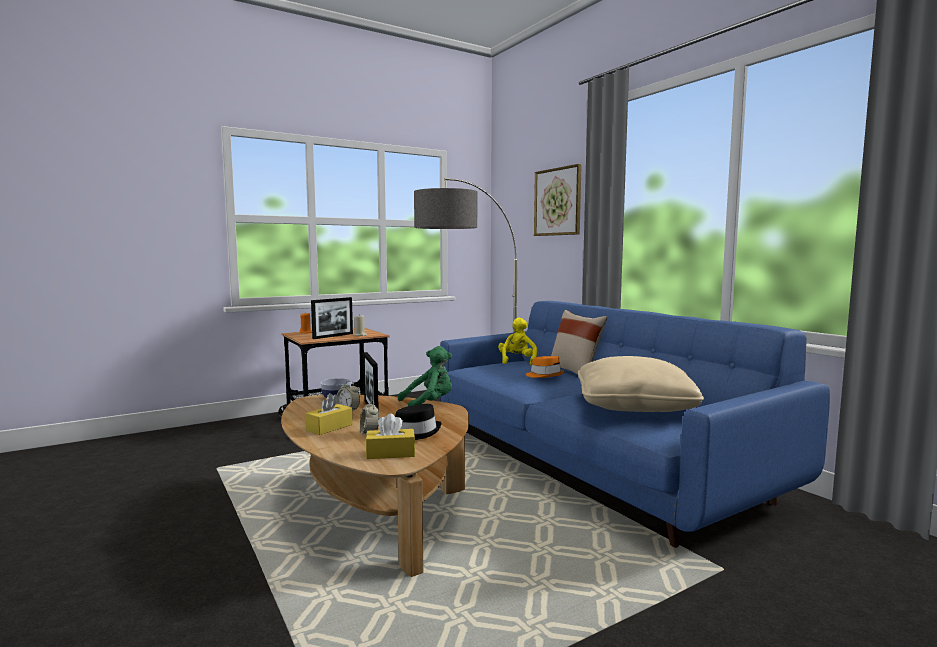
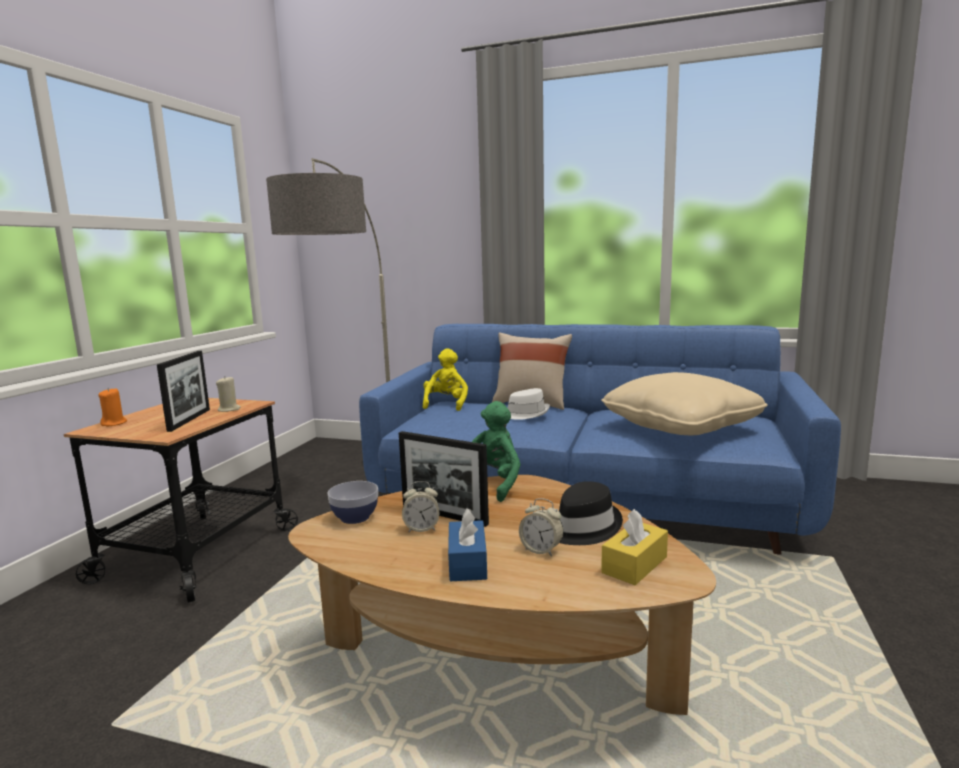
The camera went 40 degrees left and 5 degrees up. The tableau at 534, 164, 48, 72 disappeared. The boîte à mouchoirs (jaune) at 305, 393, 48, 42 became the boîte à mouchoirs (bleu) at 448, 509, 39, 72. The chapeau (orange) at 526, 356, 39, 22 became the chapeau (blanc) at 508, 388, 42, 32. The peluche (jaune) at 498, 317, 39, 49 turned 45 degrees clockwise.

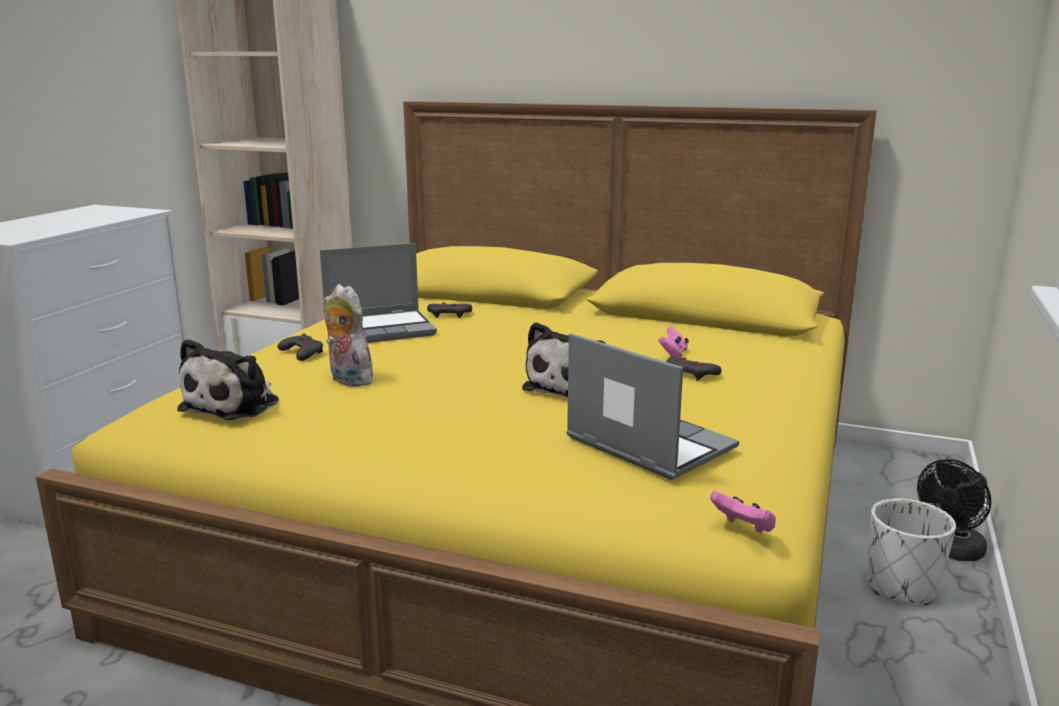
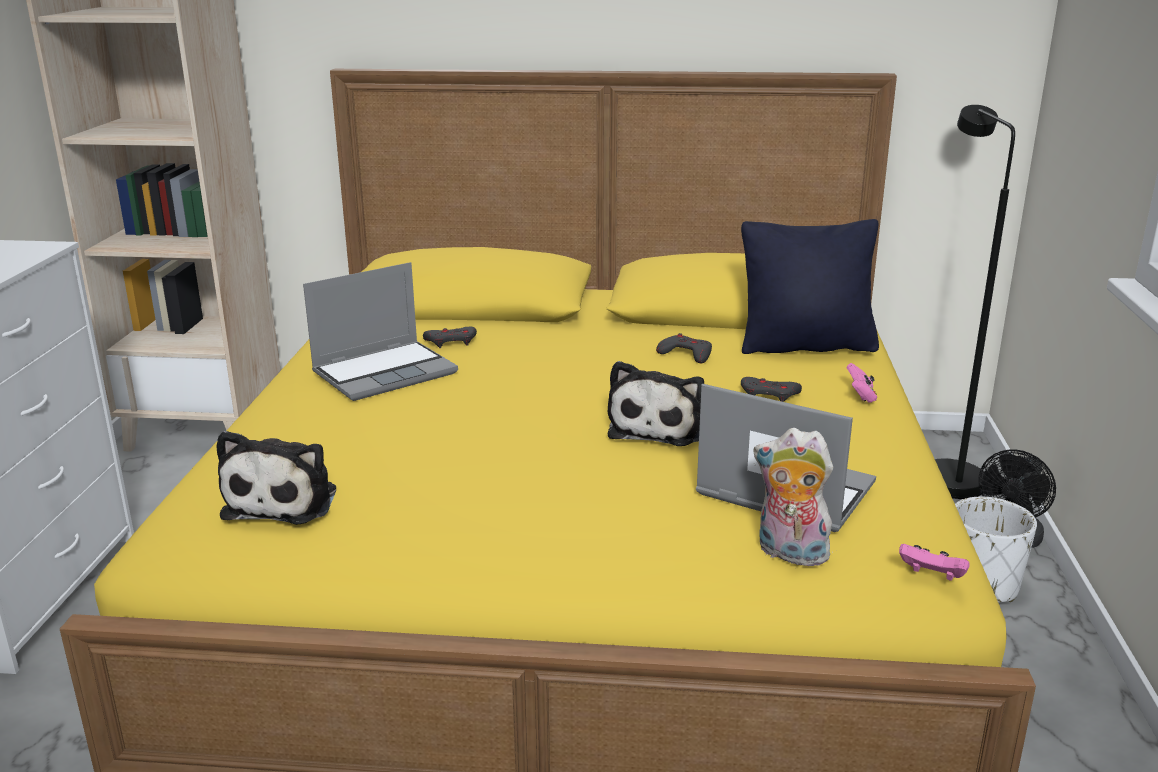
The camera went 15 degrees left and 5 degrees up. The coussin (noir) at 741, 219, 138, 135 appeared. The lampadaire (noir) at 935, 105, 80, 394 appeared. The manette (gris) moved from 277, 334, 46, 27 to 656, 333, 56, 30. The peluche moved from 324, 284, 50, 103 to 754, 428, 79, 138. The manette (rose) moved from 658, 326, 31, 32 to 846, 363, 31, 40.

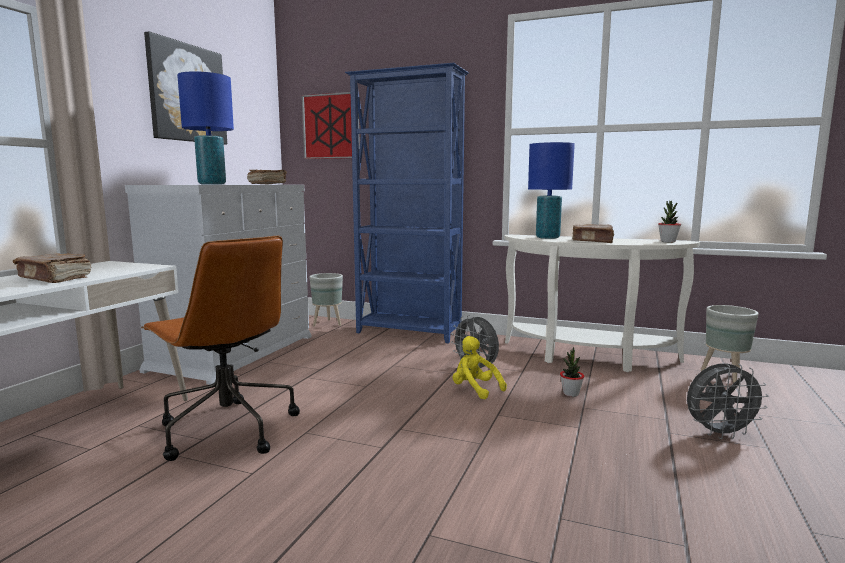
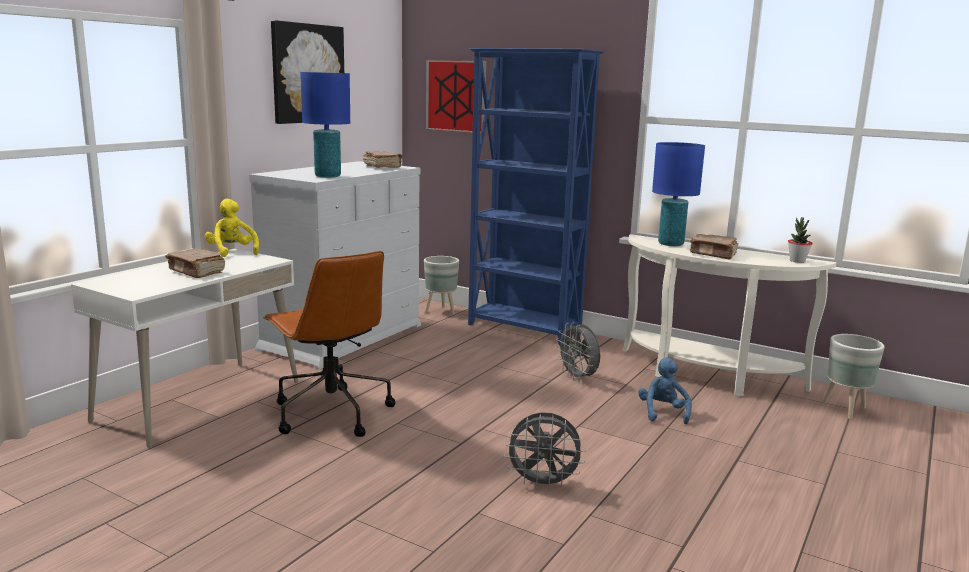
The camera went 10 degrees right and 5 degrees up. The peluche (jaune) moved from 453, 336, 54, 63 to 205, 199, 54, 58. The ventilateur (gris) moved from 687, 363, 82, 76 to 504, 412, 82, 78. The plante en pot at 560, 347, 24, 50 was replaced by the peluche (bleu) at 638, 357, 54, 67.

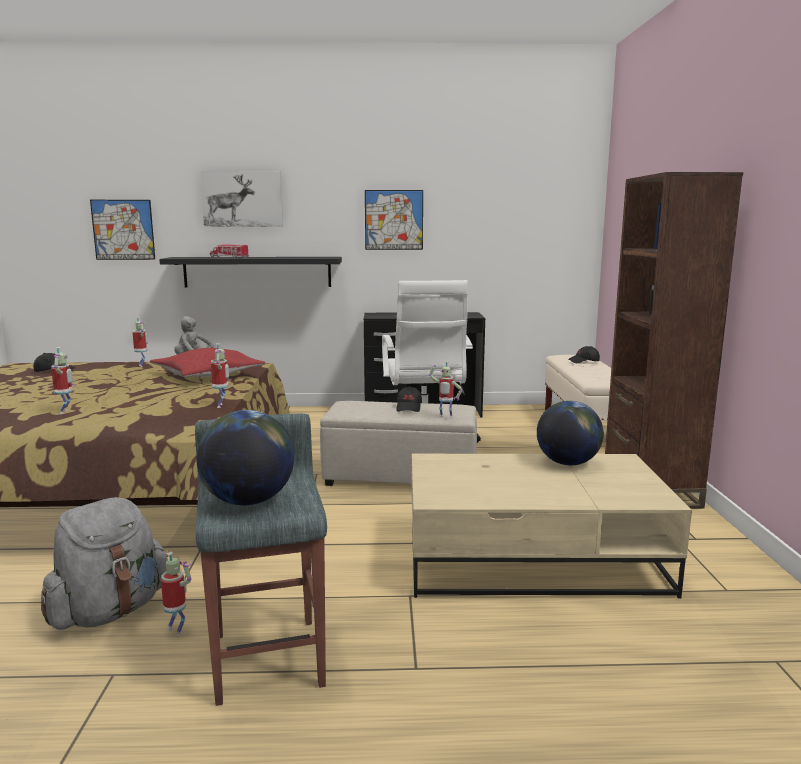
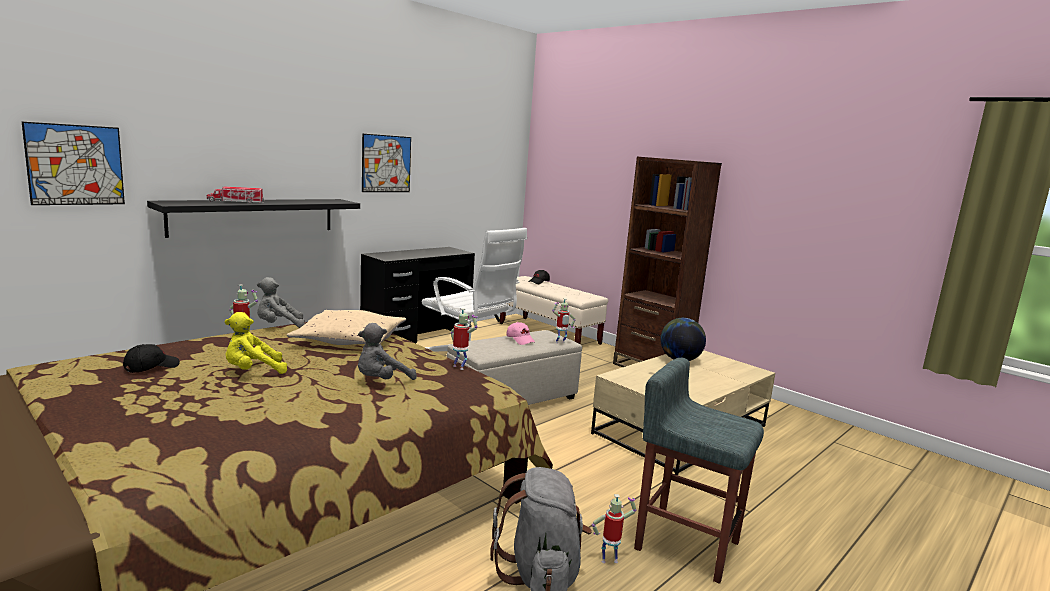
The camera went 45 degrees left and 0 degrees up. The robot jouet at 51, 347, 24, 67 disappeared. The globe at 197, 410, 97, 95 disappeared. The tableau at 200, 171, 83, 56 disappeared. The peluche (jaune) at 224, 312, 63, 62 appeared. The peluche (gris) at 358, 323, 59, 57 appeared. The coussin (rouge) at 150, 348, 115, 29 became the coussin (beige) at 287, 310, 119, 35. The casquette (noir) at 396, 386, 26, 26 became the casquette (rose) at 506, 322, 29, 23.

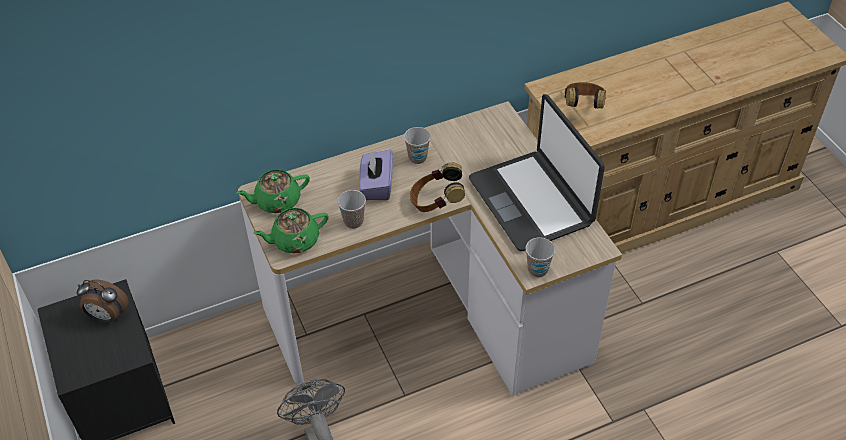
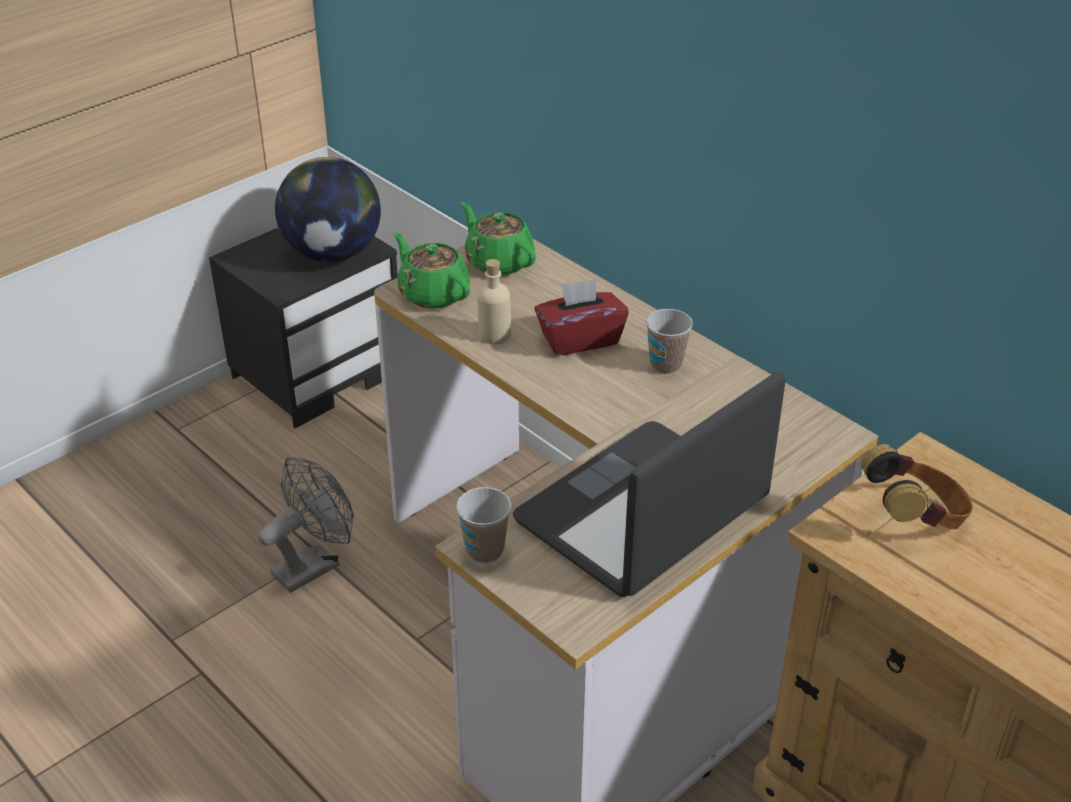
The camera went 70 degrees right and 10 degrees down. The casque audio at 410, 162, 55, 50 disappeared. The réveil at 77, 279, 52, 44 was replaced by the globe at 275, 157, 106, 106. The tasse at 338, 190, 28, 39 was replaced by the bouteille (beige) at 477, 259, 34, 85. The boîte à mouchoirs (violet) at 359, 150, 34, 50 became the boîte à mouchoirs (rouge) at 535, 279, 94, 77.

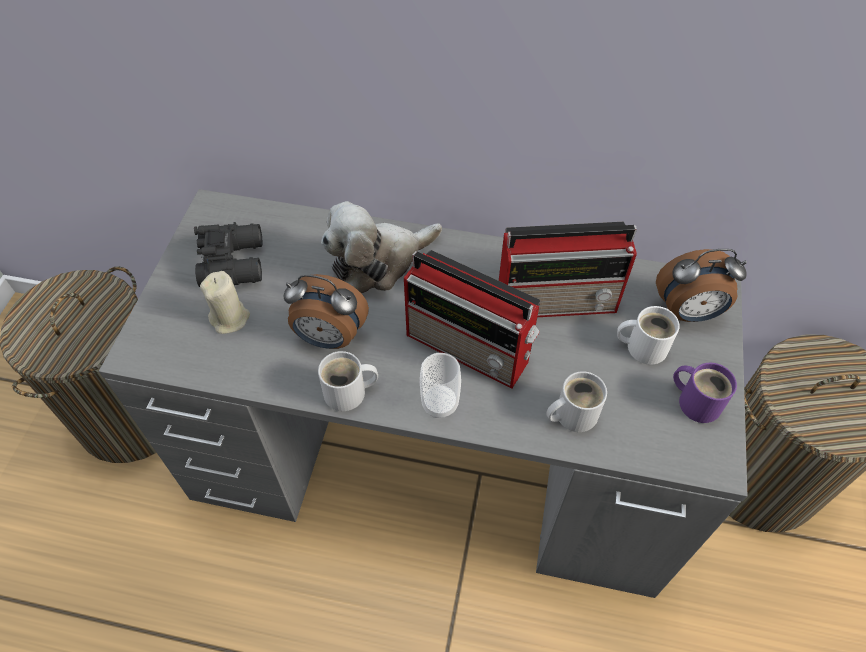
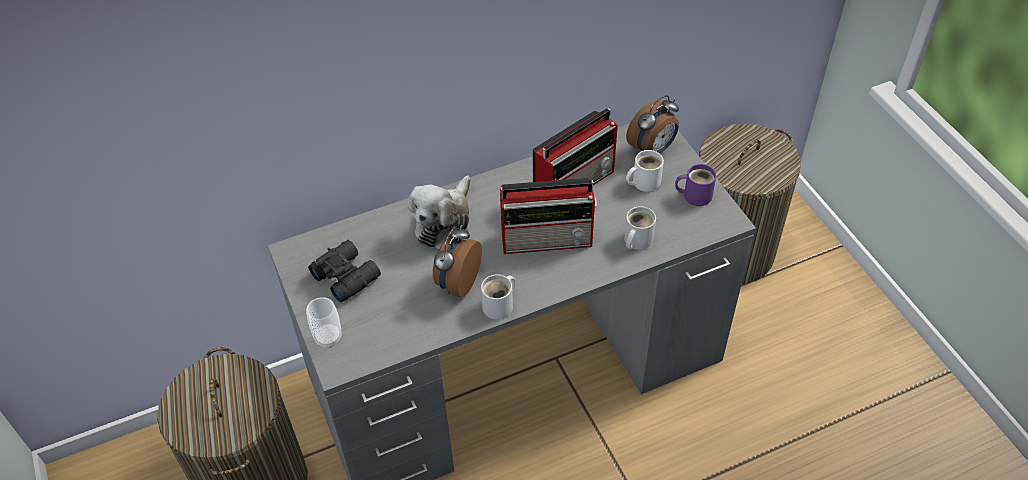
The camera went 35 degrees left and 5 degrees down. The bougie (beige) at 200, 271, 50, 63 disappeared. The tasse moved from 420, 353, 41, 65 to 306, 297, 36, 51. The réveil at 284, 274, 85, 75 turned 135 degrees clockwise.

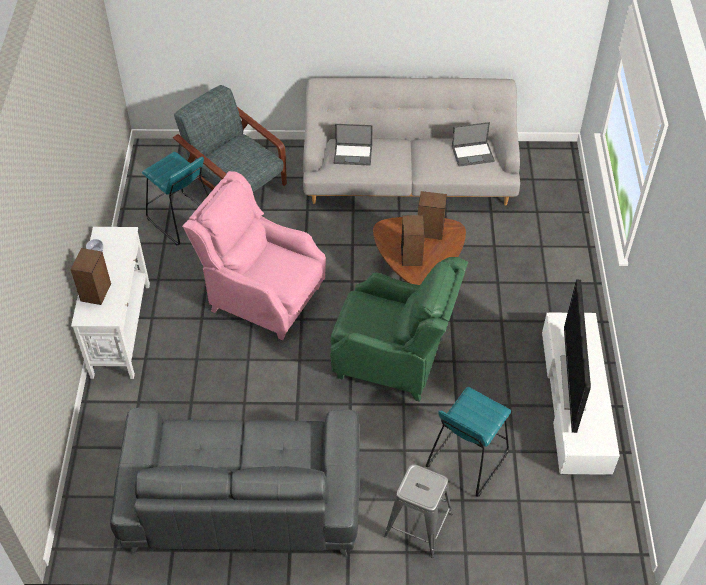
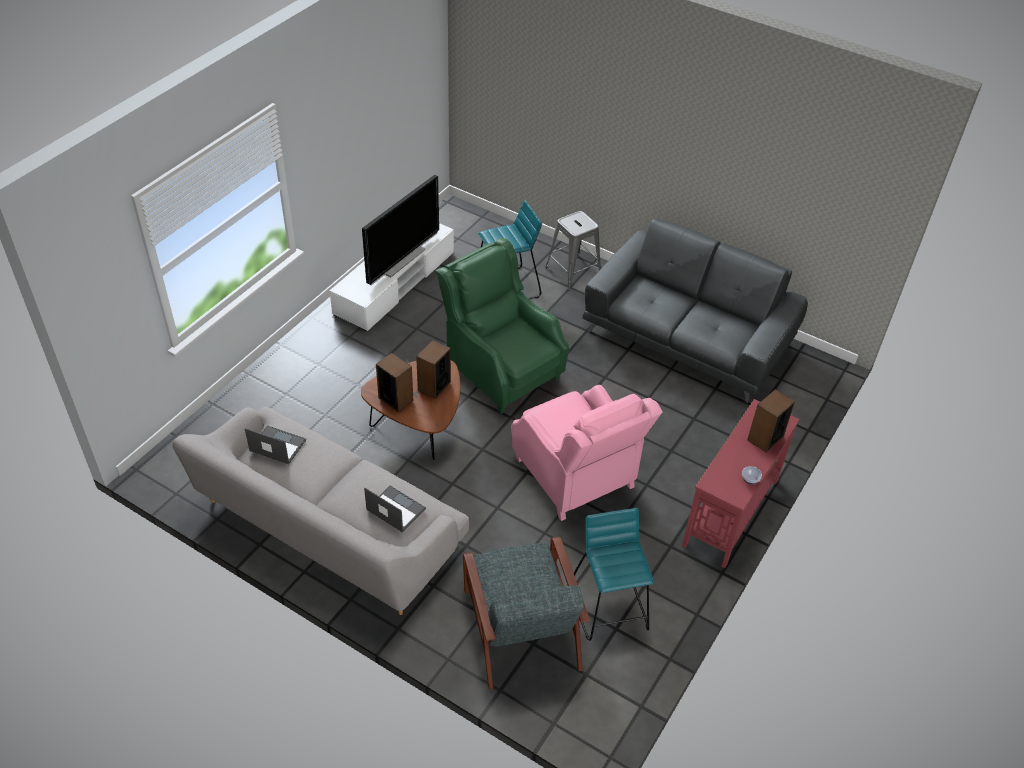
The camera went 150 degrees left and 5 degrees down. The table console (blanc) at 71, 227, 79, 152 became the table console (rouge) at 682, 399, 118, 169.

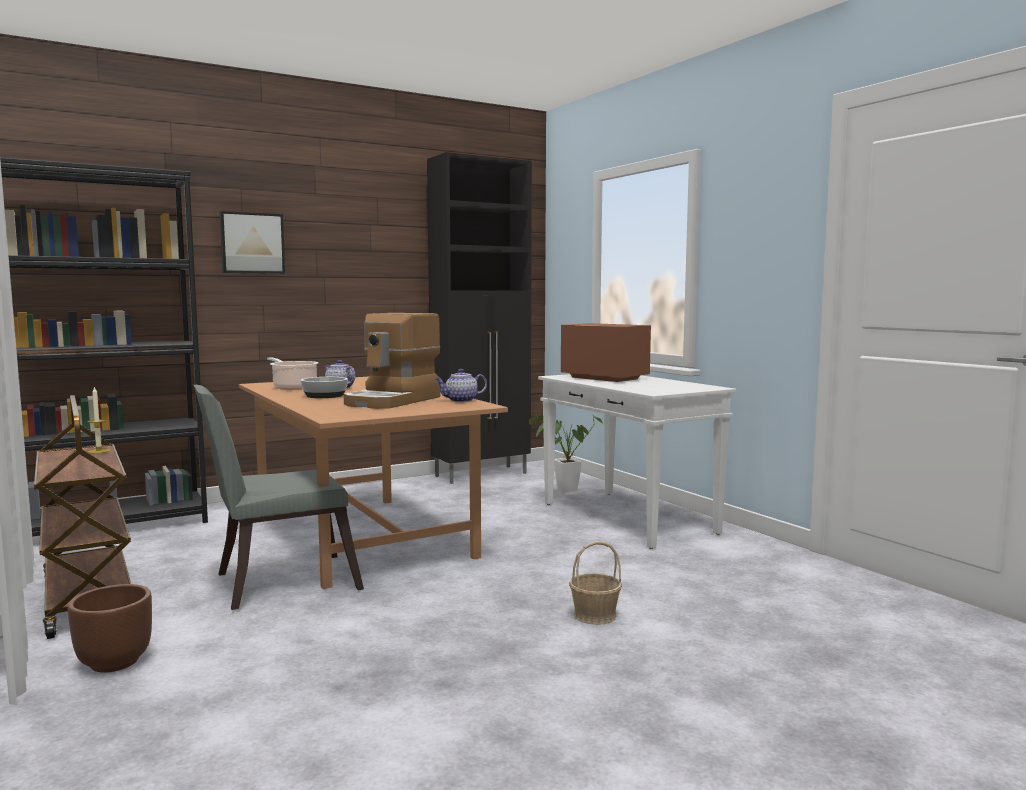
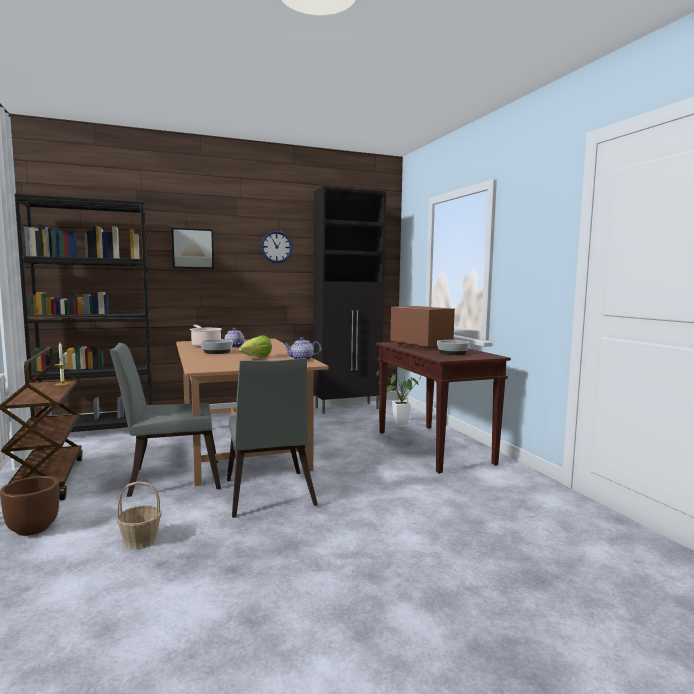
The camera went 10 degrees right and 0 degrees up. The chaise (gris) at 227, 358, 91, 160 appeared. The horloge murale at 261, 231, 31, 32 appeared. The bol at 437, 340, 33, 15 appeared. The panier moved from 569, 541, 53, 84 to 116, 481, 46, 68. The machine à café at 344, 313, 97, 96 was replaced by the laitue at 239, 335, 33, 22. The table console (blanc) at 538, 374, 198, 175 became the table console (marron) at 376, 342, 135, 132.

